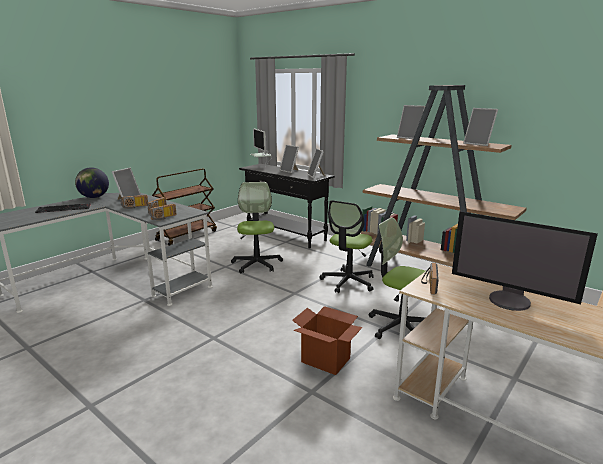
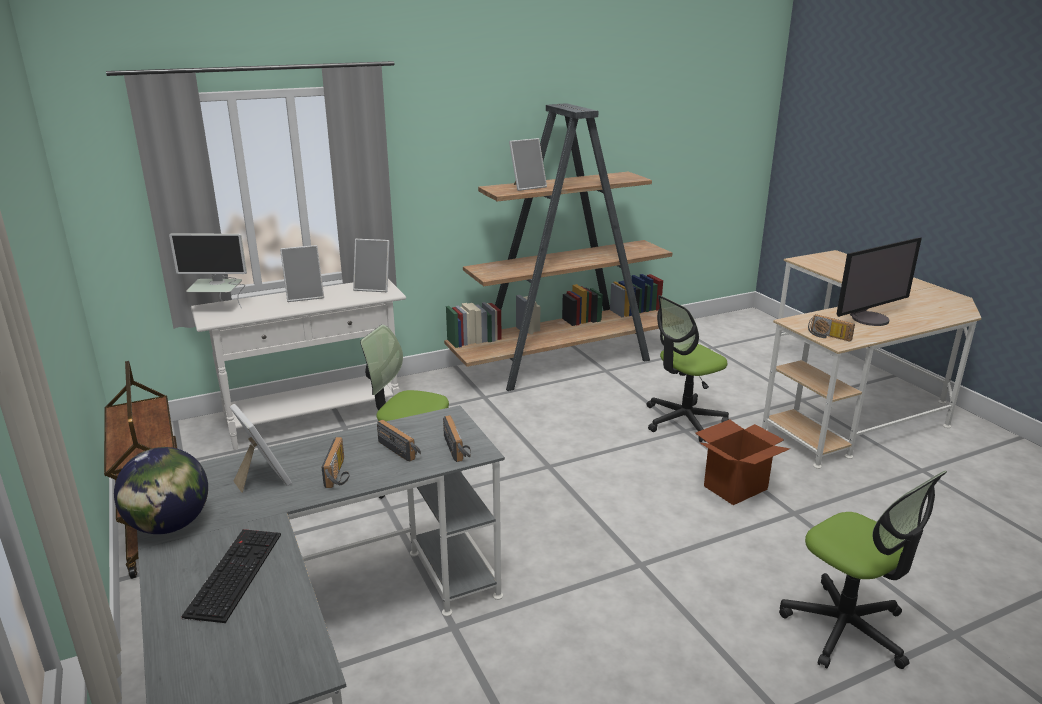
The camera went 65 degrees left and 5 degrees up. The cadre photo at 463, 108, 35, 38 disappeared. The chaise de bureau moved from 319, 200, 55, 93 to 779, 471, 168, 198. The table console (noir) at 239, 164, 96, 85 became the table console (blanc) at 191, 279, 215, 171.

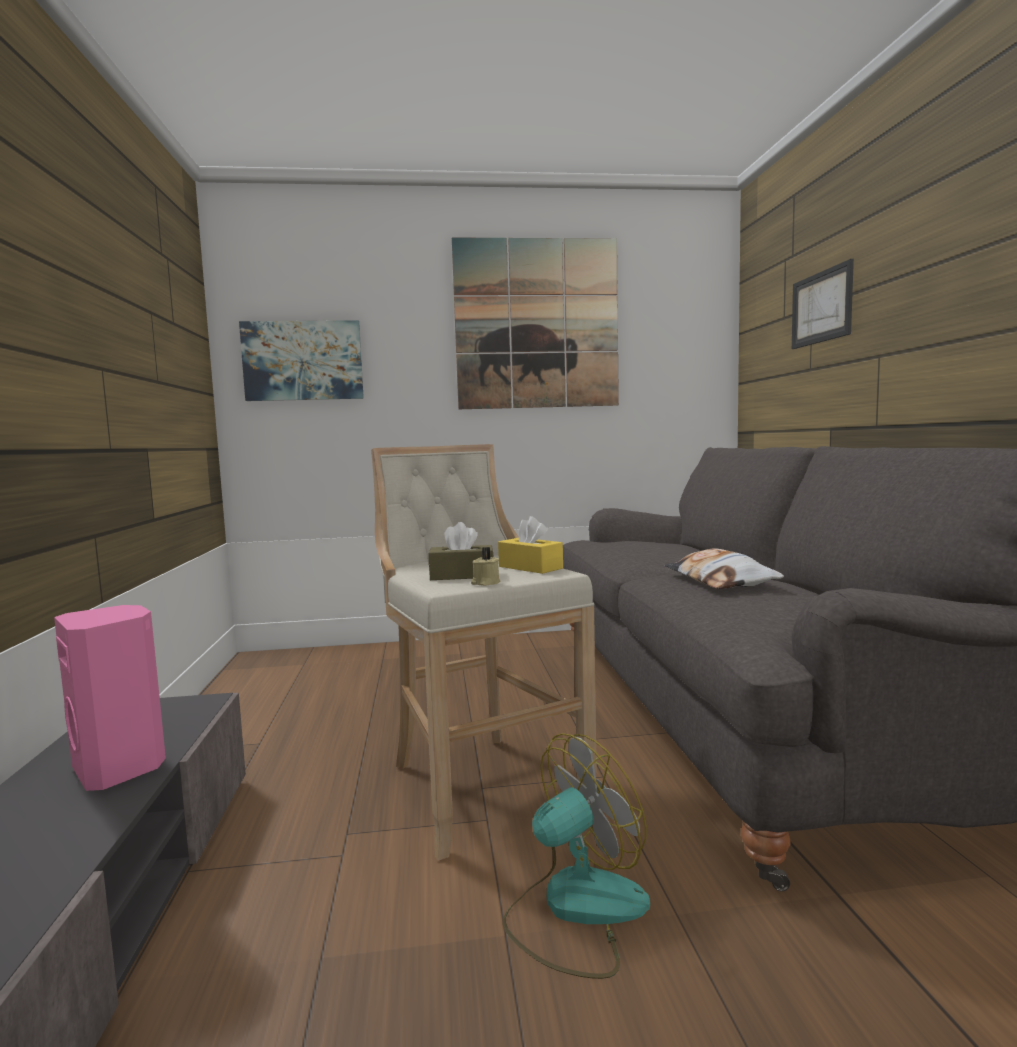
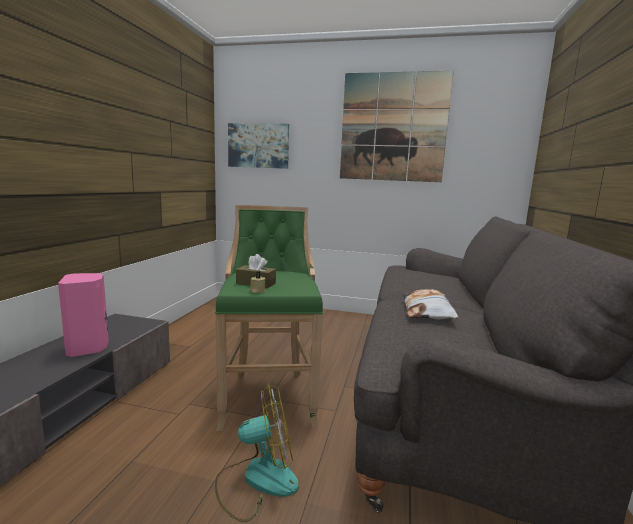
The camera went 20 degrees right and 5 degrees up. The boîte à mouchoirs (jaune) at 498, 516, 65, 58 disappeared. The tableau at 792, 259, 62, 90 disappeared. The tabouret (beige) at 371, 444, 226, 417 became the tabouret (vert) at 215, 205, 108, 226.

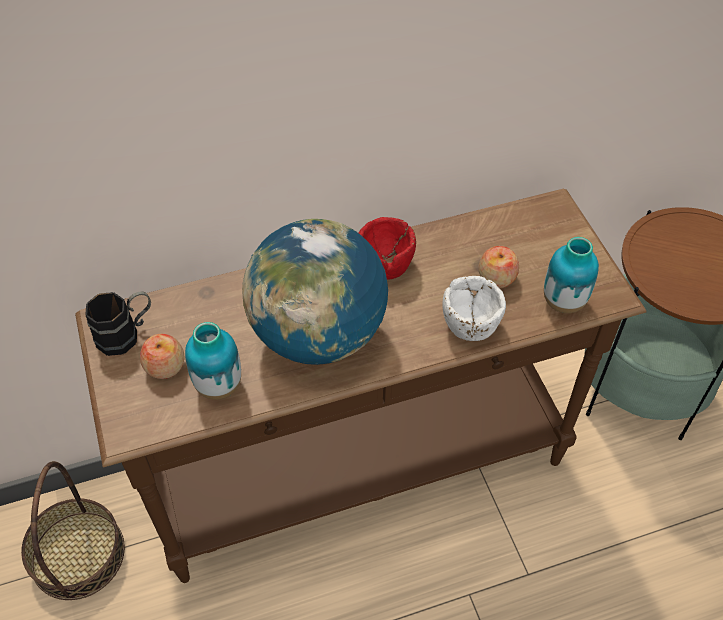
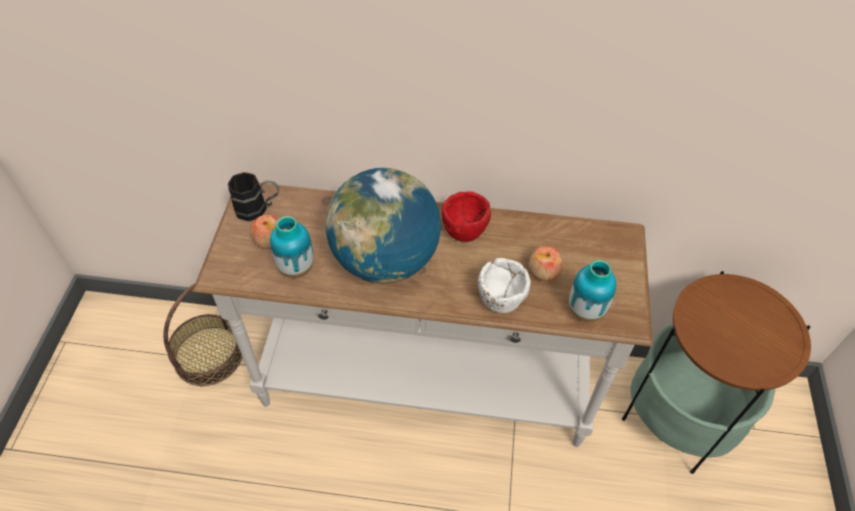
The camera went 25 degrees right and 0 degrees up. The table console (marron) at 75, 189, 572, 394 became the table console (blanc) at 193, 183, 460, 264.

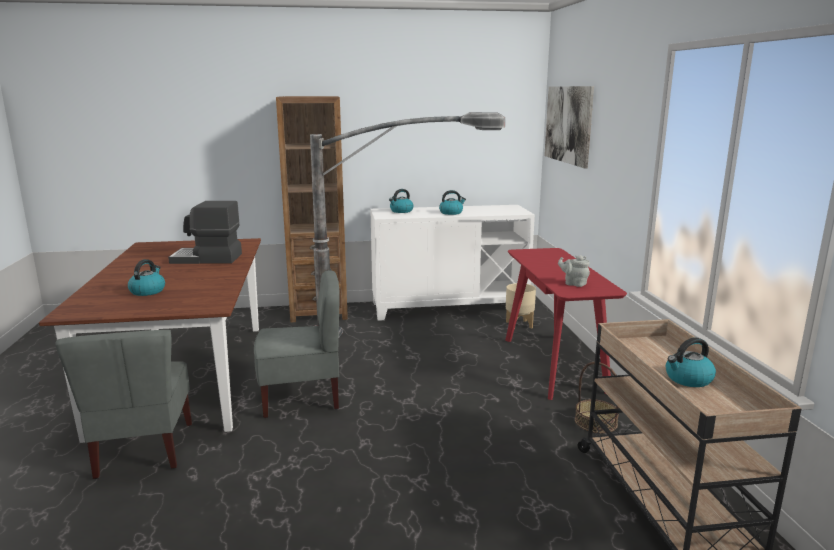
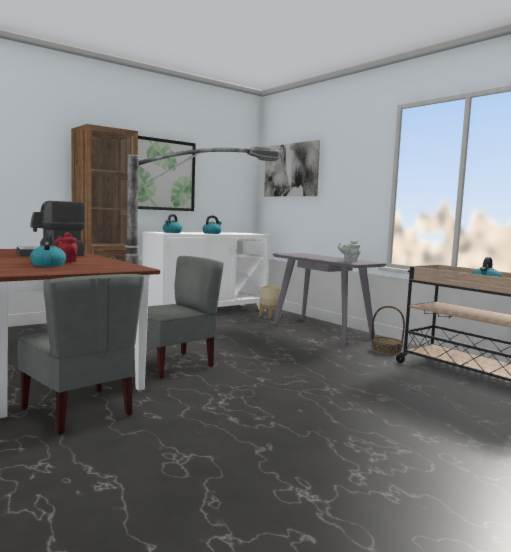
The camera went 30 degrees left and 10 degrees down. The théière (rouge) at 54, 232, 23, 31 appeared. The tableau at 138, 136, 58, 75 appeared. The table console (rouge) at 505, 248, 122, 152 became the table console (gris) at 273, 253, 114, 92.

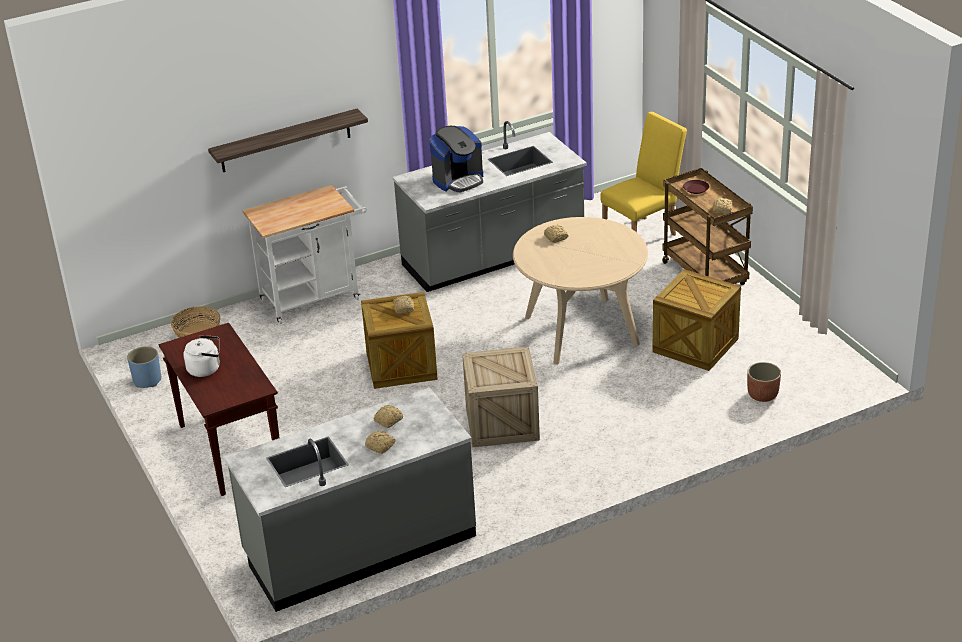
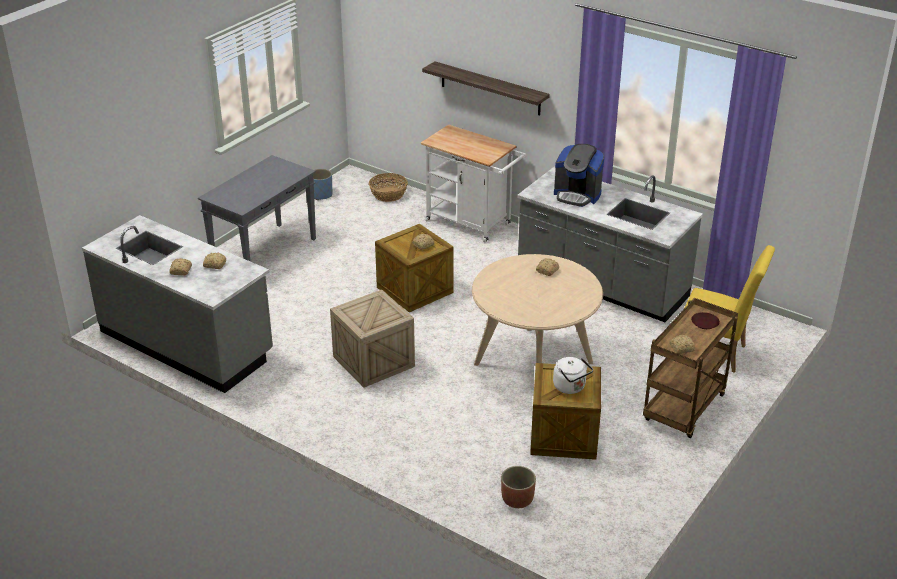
The camera went 60 degrees right and 0 degrees up. The bouilloire (blanc) moved from 183, 335, 37, 42 to 553, 357, 40, 37. The table console (marron) at 159, 323, 120, 173 became the table console (gris) at 198, 155, 118, 106.

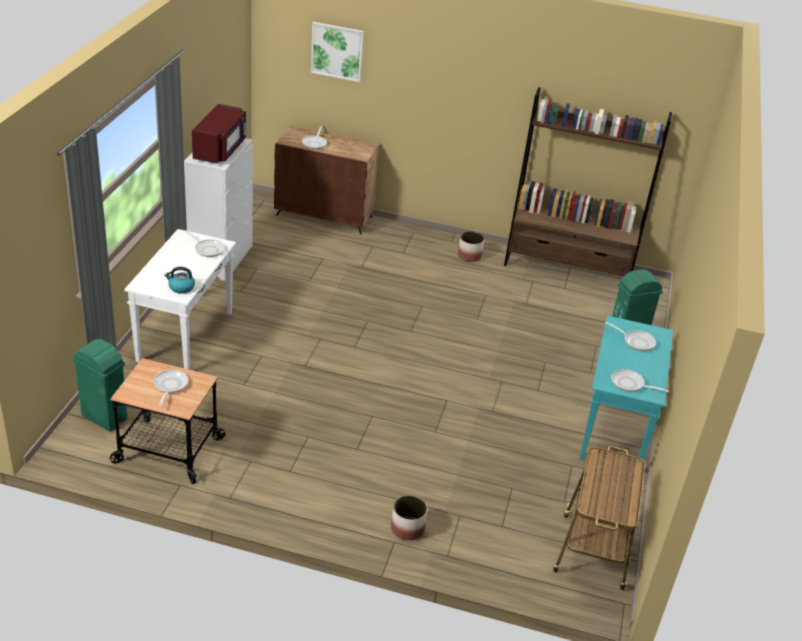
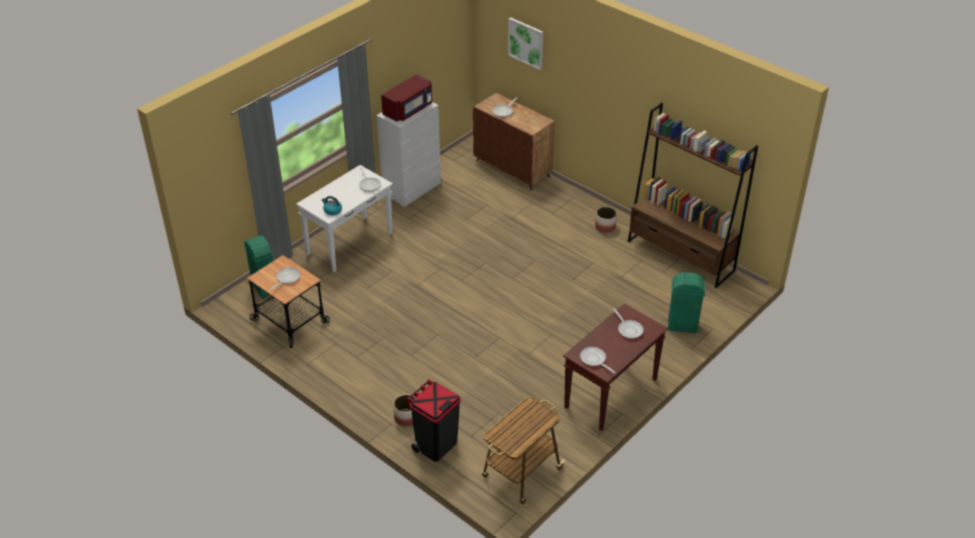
The camera went 30 degrees right and 5 degrees up. The poubelle (noir) at 407, 379, 54, 83 appeared. The table console (turquoise) at 579, 316, 94, 144 became the table console (marron) at 563, 304, 105, 127.

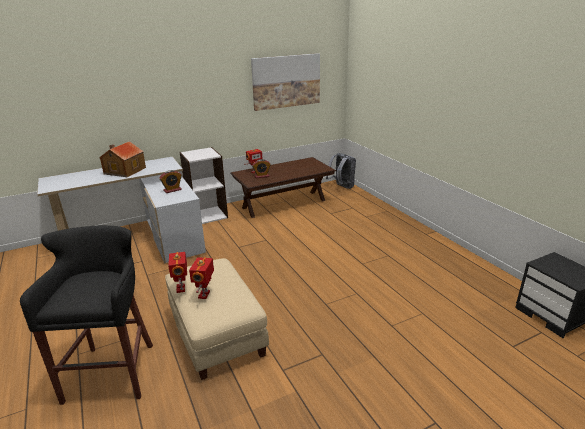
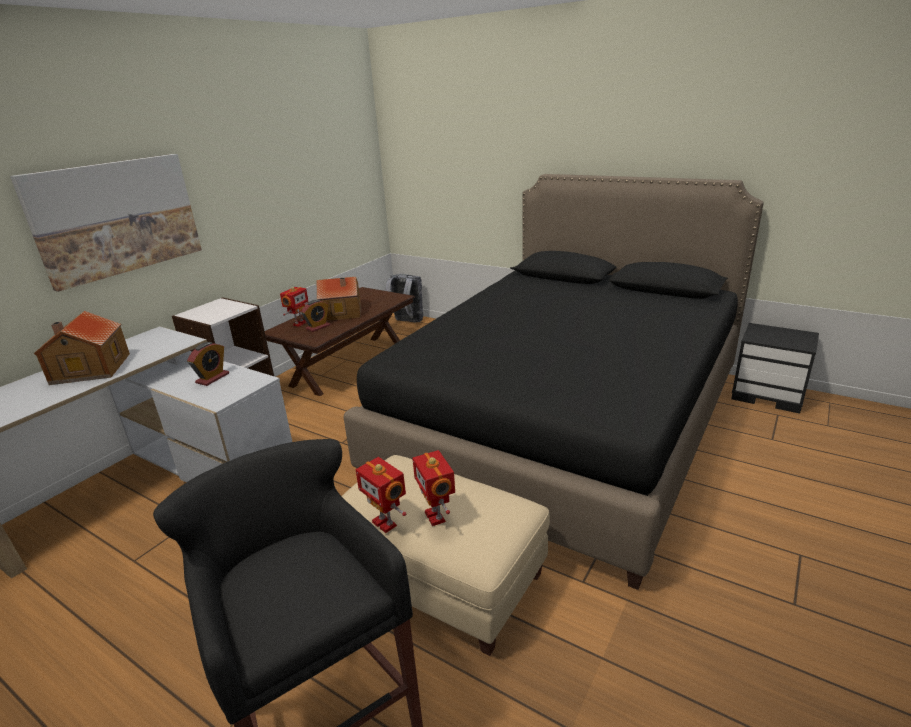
The camera went 30 degrees left and 0 degrees up. The maison miniature at 317, 277, 44, 44 appeared. The lit (noir) at 343, 174, 421, 416 appeared. The tableau moved from 251, 53, 69, 58 to 10, 154, 192, 138.

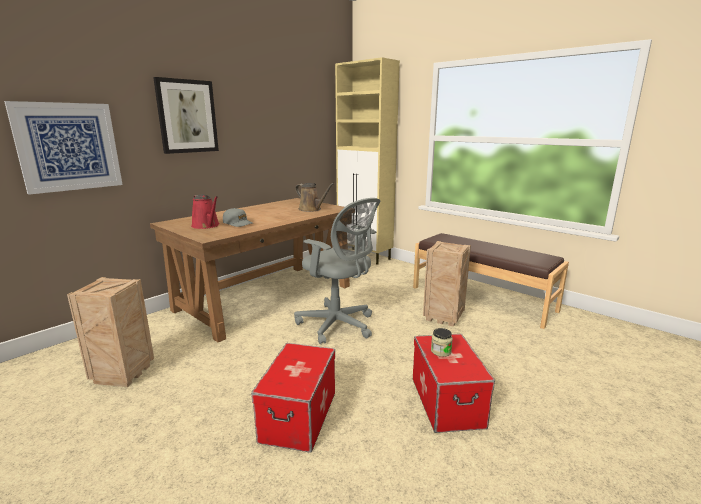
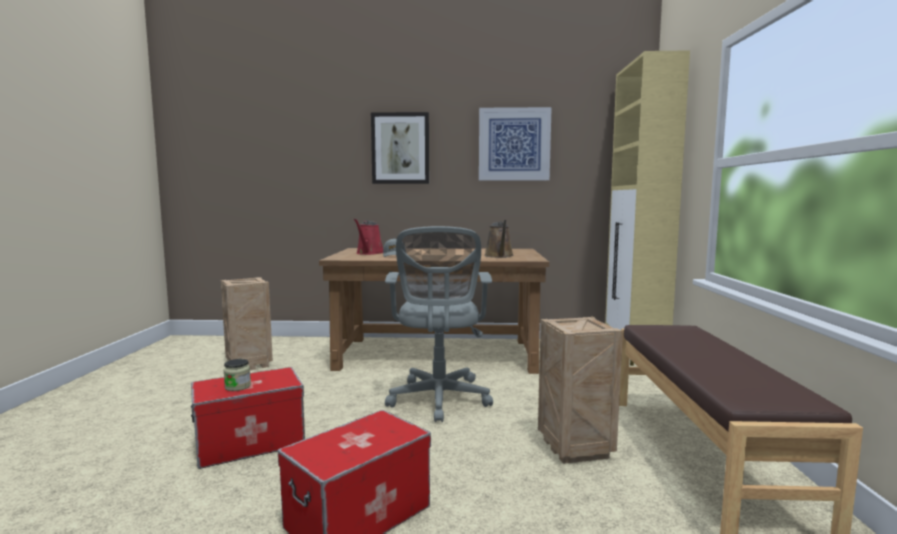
The camera went 50 degrees right and 10 degrees down. The tableau moved from 4, 101, 119, 94 to 479, 107, 73, 73. The bocal moved from 431, 328, 22, 29 to 223, 359, 28, 32.

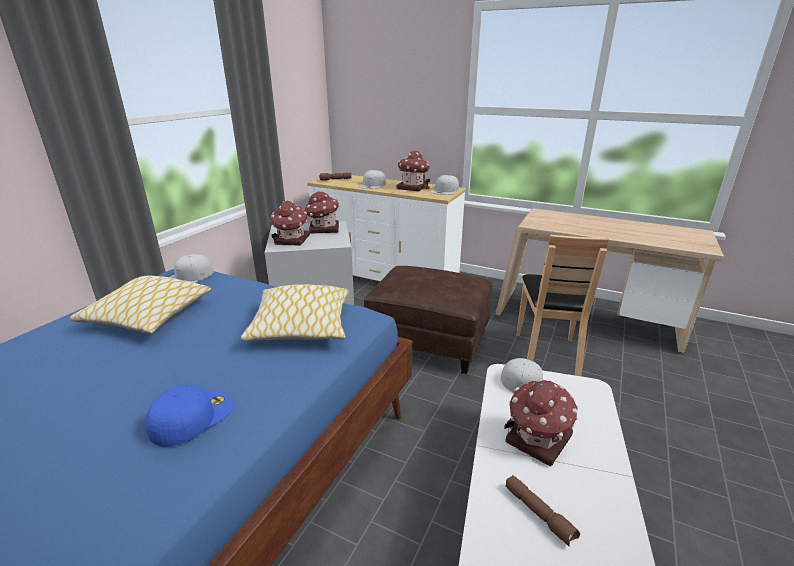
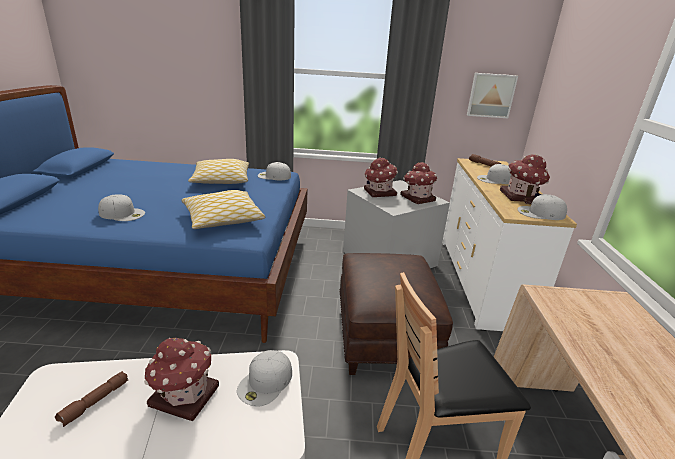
The camera went 65 degrees right and 0 degrees up. The tableau at 467, 73, 51, 45 appeared. The casquette (bleu) at 145, 385, 88, 62 became the casquette (blanc) at 98, 194, 47, 27.

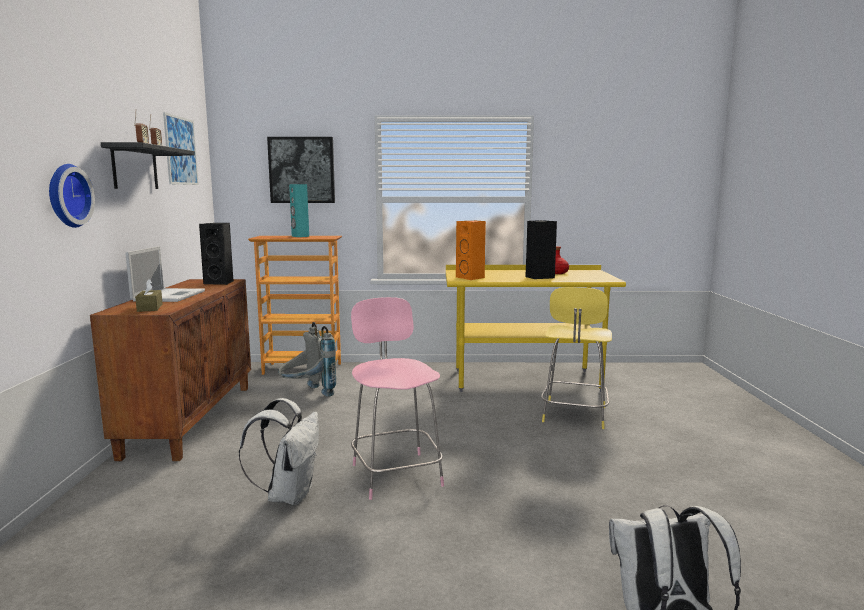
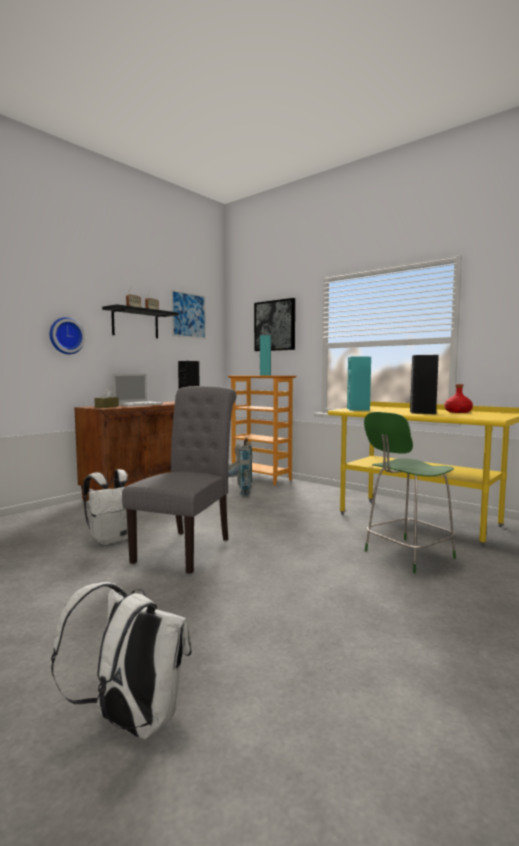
The camera went 40 degrees right and 5 degrees down. The tabouret (rose) at 351, 297, 93, 203 was replaced by the chaise (gris) at 122, 386, 114, 188. The enceinte (orange) at 456, 221, 30, 59 became the enceinte (turquoise) at 347, 356, 24, 55. The tabouret (jaune) at 541, 287, 71, 142 became the tabouret (vert) at 364, 412, 92, 161.

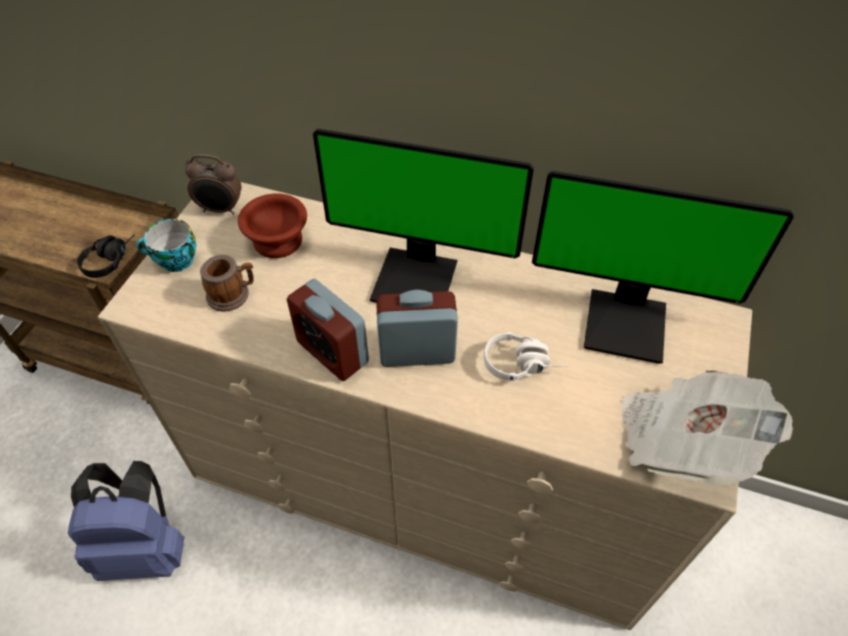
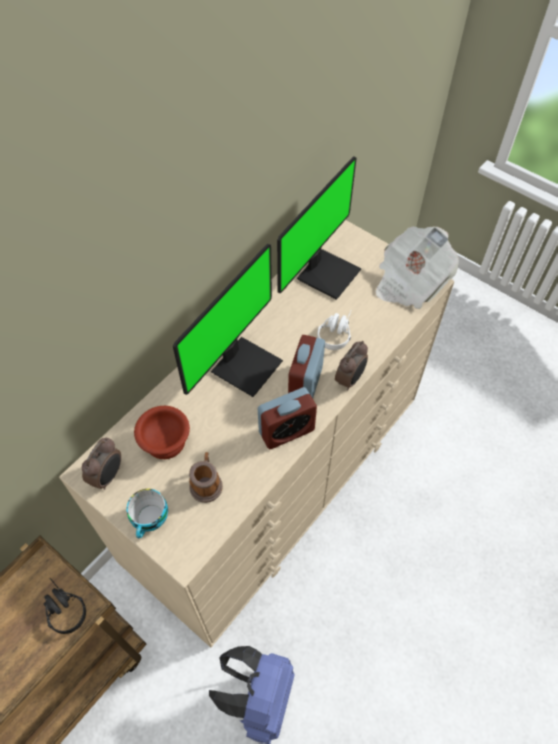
The camera went 70 degrees left and 5 degrees up. The réveil at 335, 341, 33, 50 appeared.

